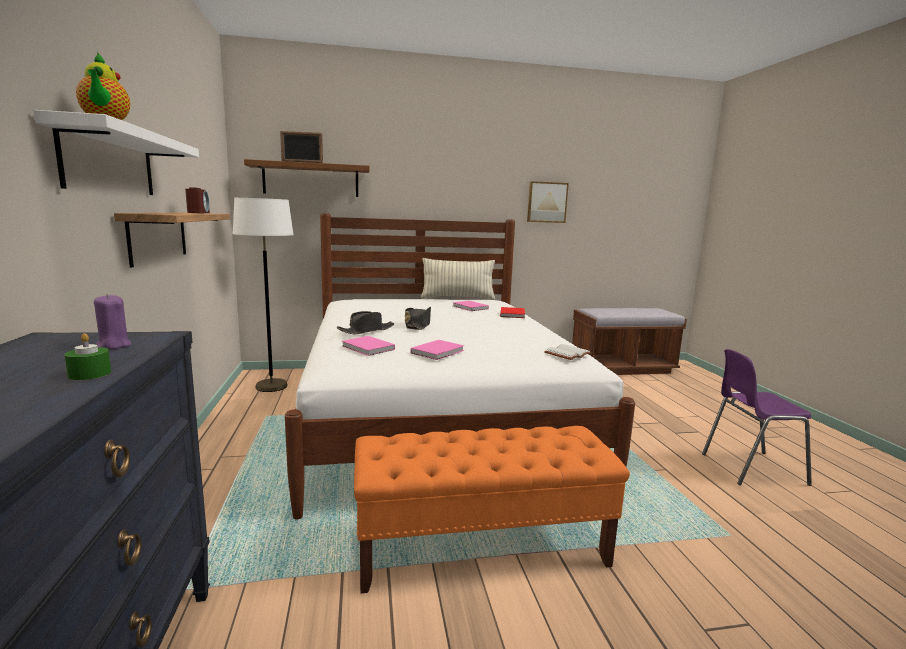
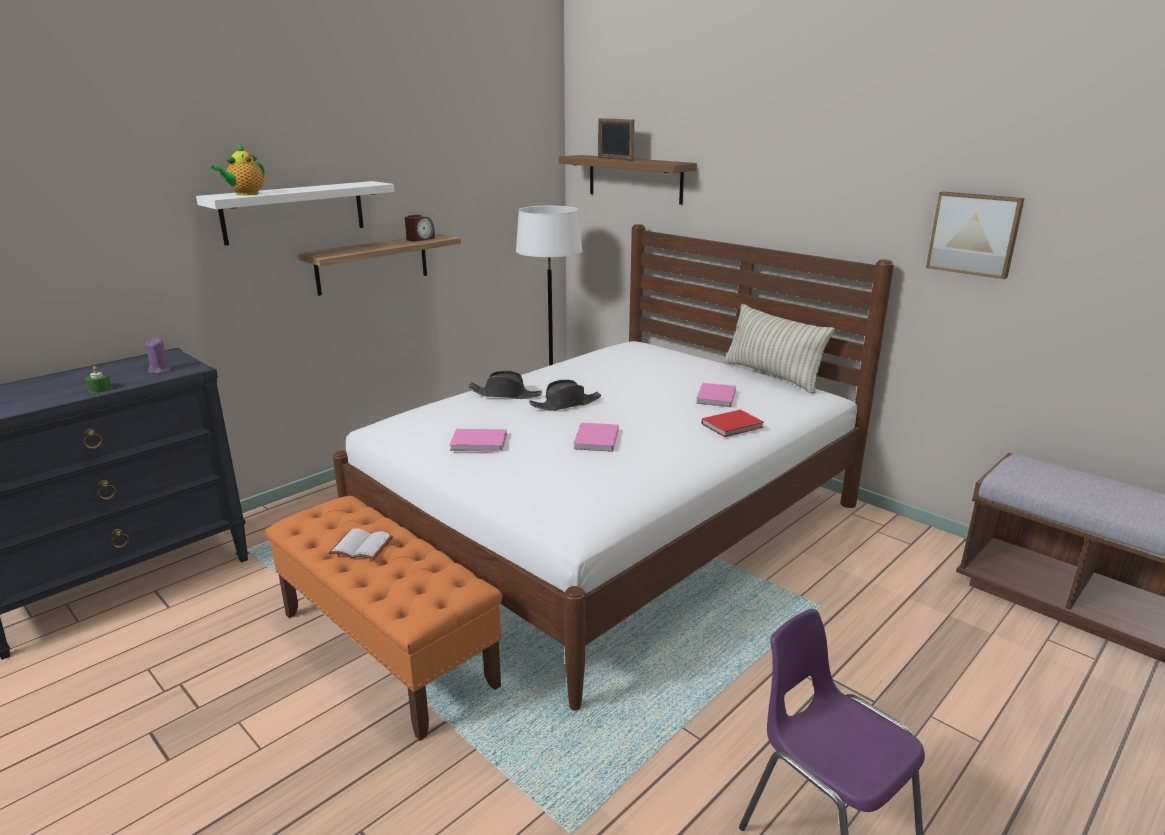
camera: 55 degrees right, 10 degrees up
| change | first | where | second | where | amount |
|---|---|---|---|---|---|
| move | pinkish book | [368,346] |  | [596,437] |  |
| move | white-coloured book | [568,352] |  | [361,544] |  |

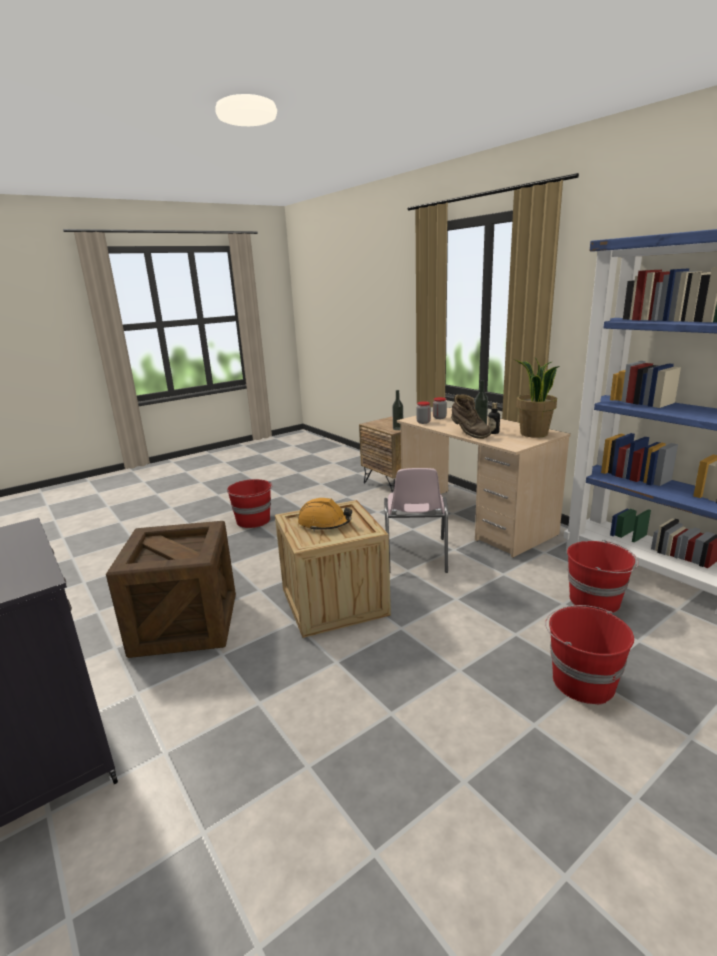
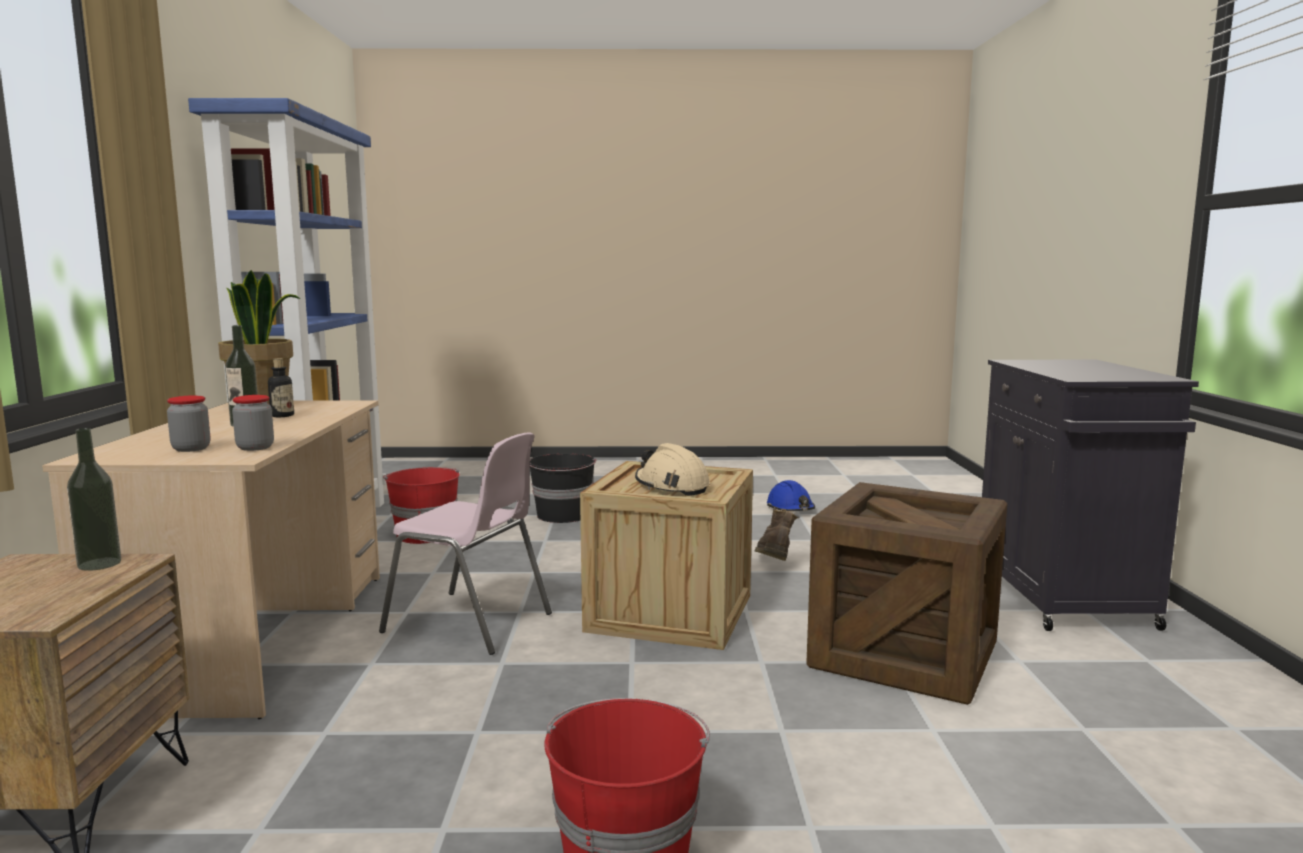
camera: 145 degrees left, 10 degrees down
| change | first | where | second | where | amount |
|---|---|---|---|---|---|
| insert |  |  | blue-coloured safety helmet | [791,495] |  |
| move | brown boot | [471,416] |  | [776,534] |  |
| recolor | orange-coloured safety helmet | [325,514] | beige safety helmet | [672,469] |  |
| recolor | red water bucket | [589,654] | black water bucket | [563,488] |  |
| rotate | pinkish upright chair | [416,520] |  | [465,544] | 75 degrees clockwise |

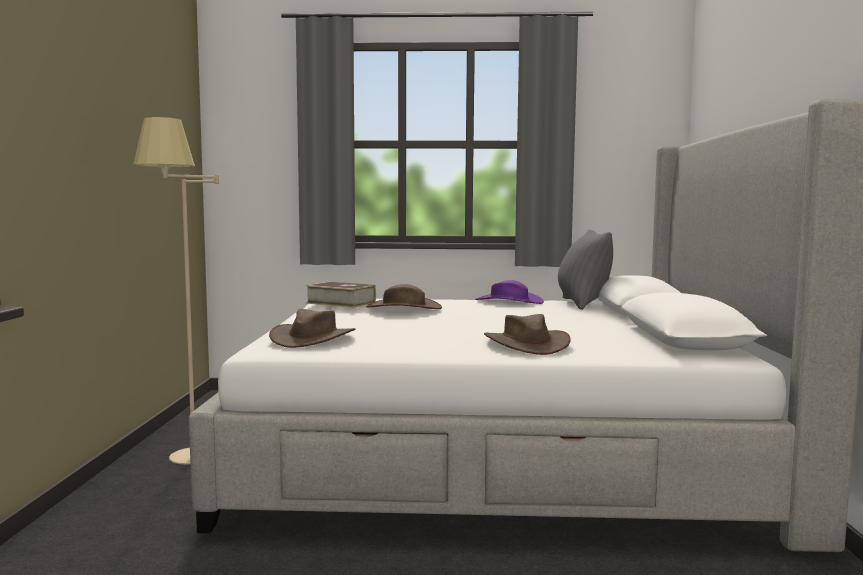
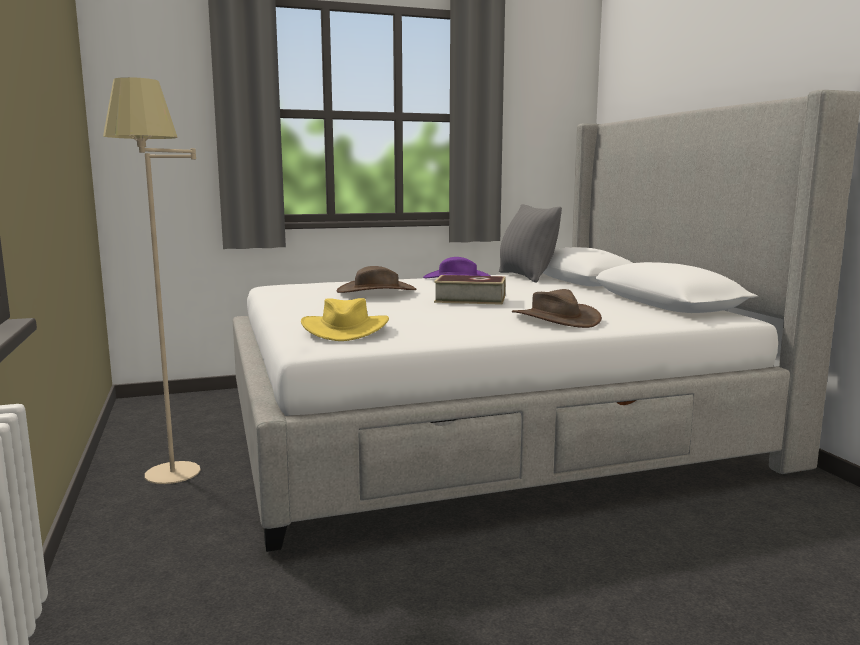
camera: 20 degrees left, 5 degrees up
| change | first | where | second | where | amount |
|---|---|---|---|---|---|
| move | book | [340,295] |  | [470,290] |  |
| recolor | brown wearable hat | [312,328] | yellowish wearable hat | [345,319] |  |

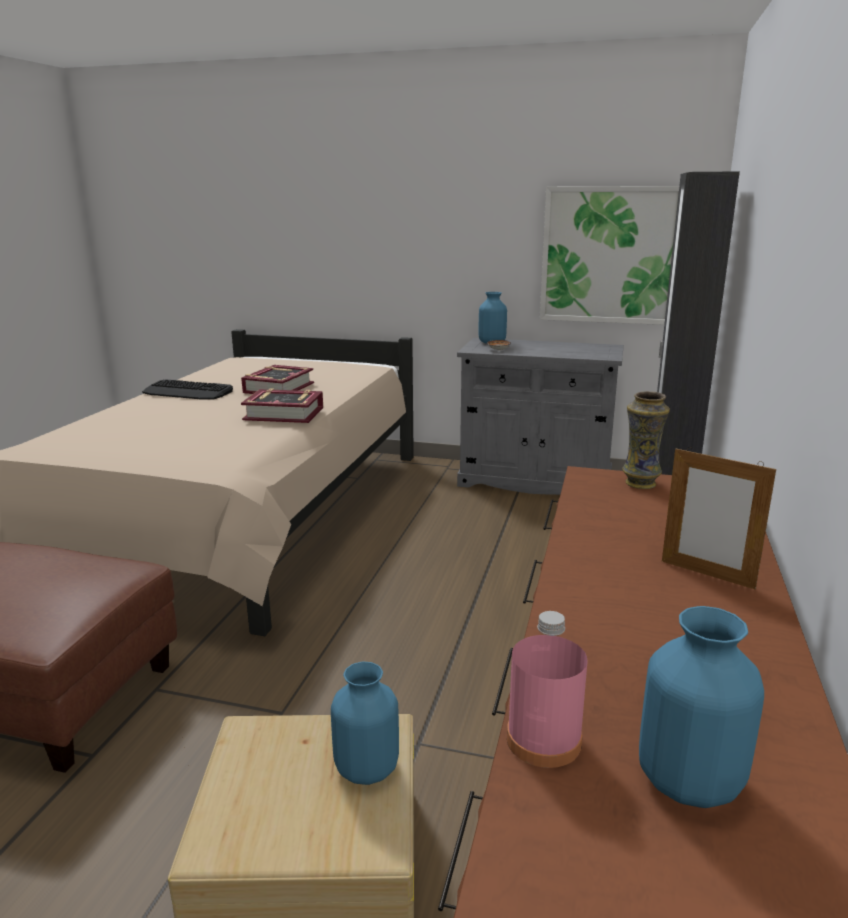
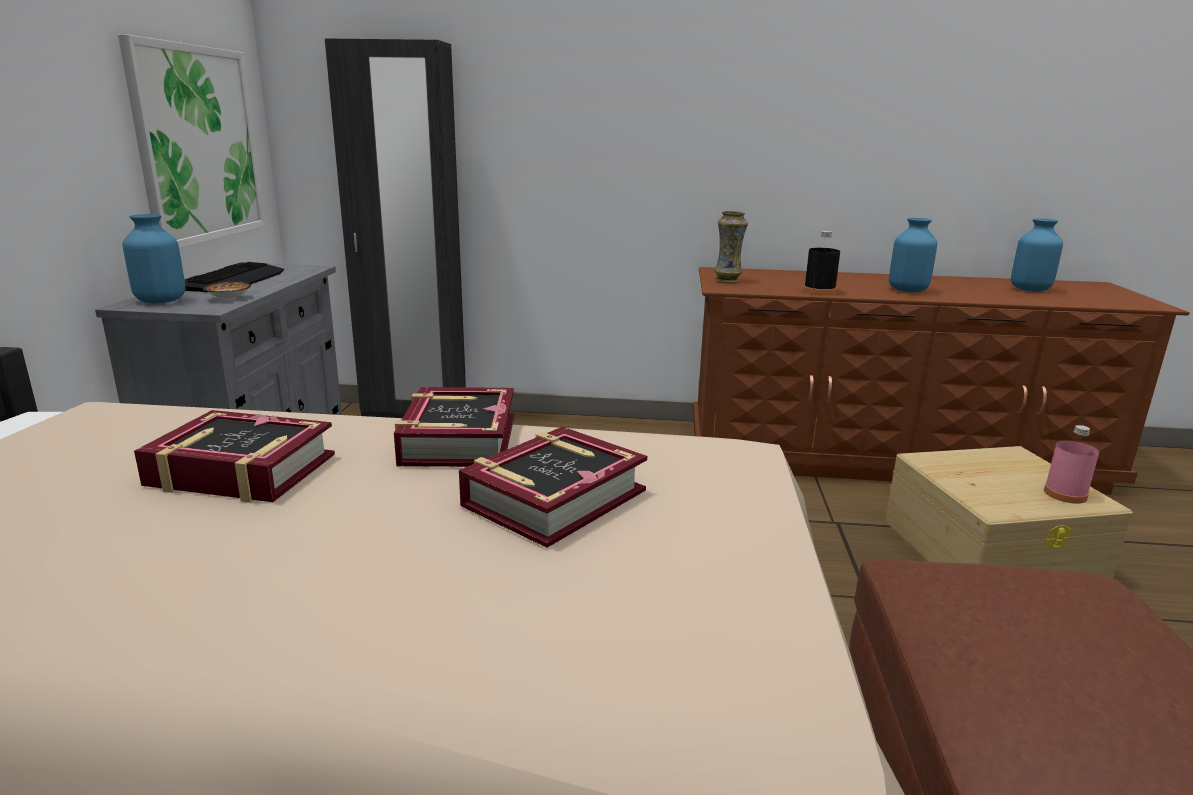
camera: 100 degrees left, 0 degrees up
| change | first | where | second | where | amount |
|---|---|---|---|---|---|
| delete | photo frame | [719,518] |  |  |  |
| insert |  |  | book | [553,487] |  |
| insert |  |  | black drink bottle | [822,263] |  |
| move | computer keyboard | [187,390] |  | [234,277] |  |
| move | blue-coloured flower vase | [365,723] |  | [913,255] |  |
| move | pinkish drink bottle | [547,689] |  | [1071,464] |  |

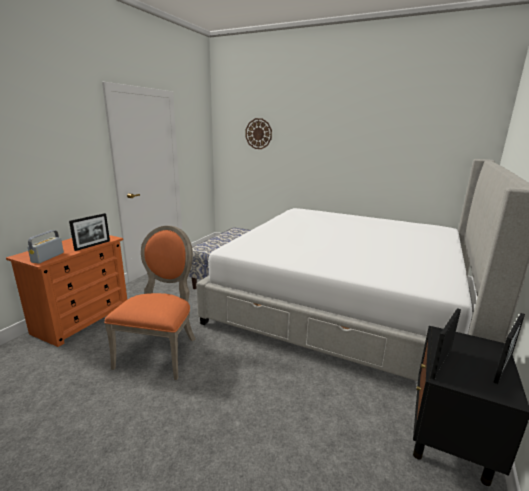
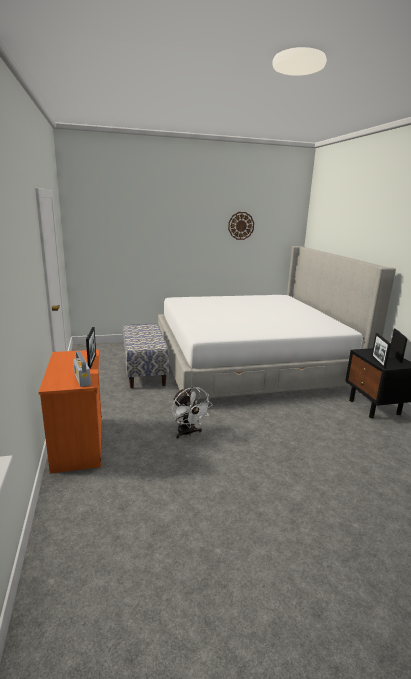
camera: 40 degrees left, 0 degrees up
| change | first | where | second | where | amount |
|---|---|---|---|---|---|
| move | clock on the wall | [259,133] |  | [241,226] |  |
| replace | orange-coloured upright chair | [150,303] | white-coloured electric fan | [192,413] |  |

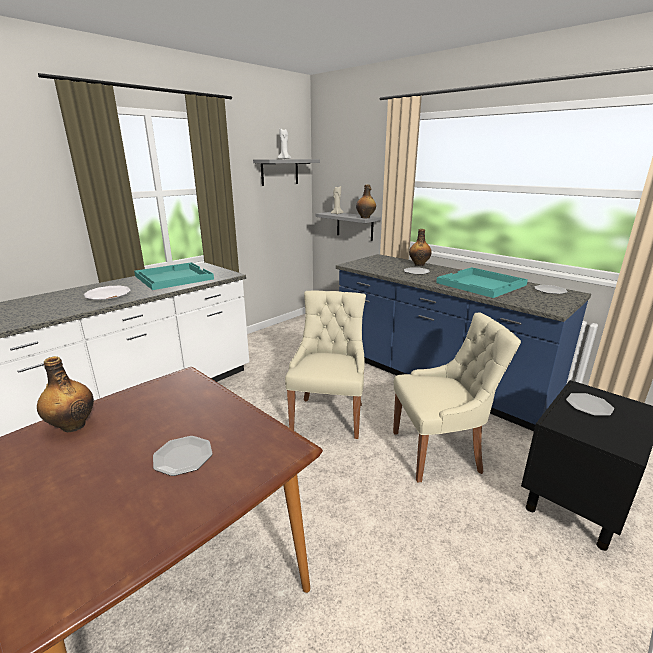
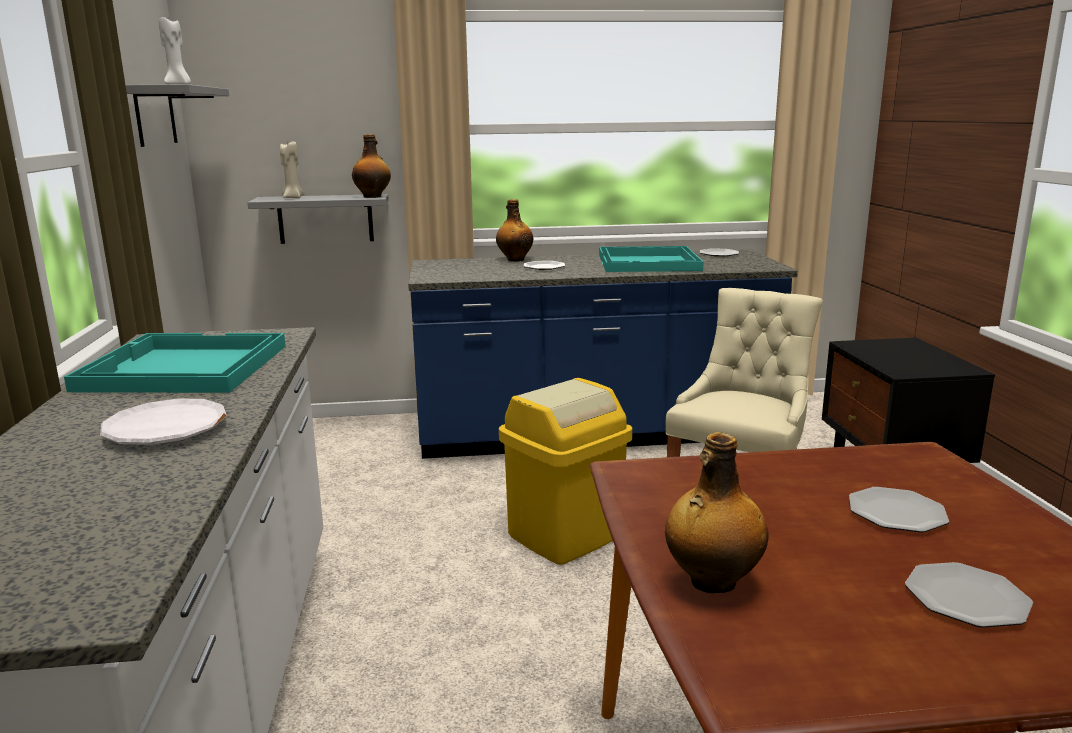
camera: 50 degrees left, 5 degrees down
| change | first | where | second | where | amount |
|---|---|---|---|---|---|
| move | plate | [590,404] |  | [969,595] |  |
| replace | beige upright chair | [325,365] | yellowish rubbish bin | [565,471] |  |

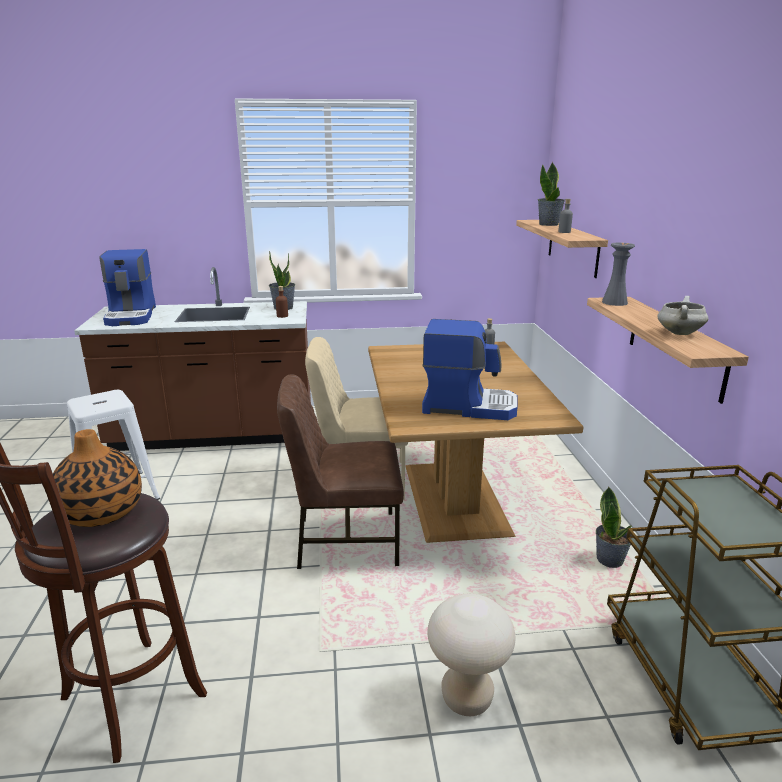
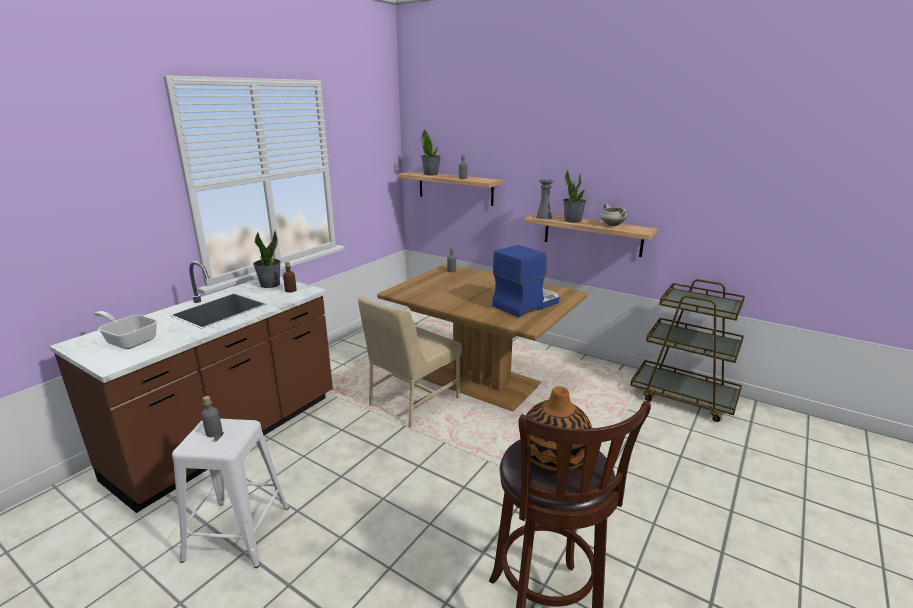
camera: 50 degrees left, 0 degrees up
| change | first | where | second | where | amount |
|---|---|---|---|---|---|
| delete | brown upright chair | [340,471] |  |  |  |
| delete | beige sitting stool | [471,655] |  |  |  |
| insert |  |  | gray drink bottle | [212,416] |  |
| move | potted plant | [614,527] |  | [574,196] |  |
| replace | coffee brewer | [127,287] | skillet | [125,330] |  |

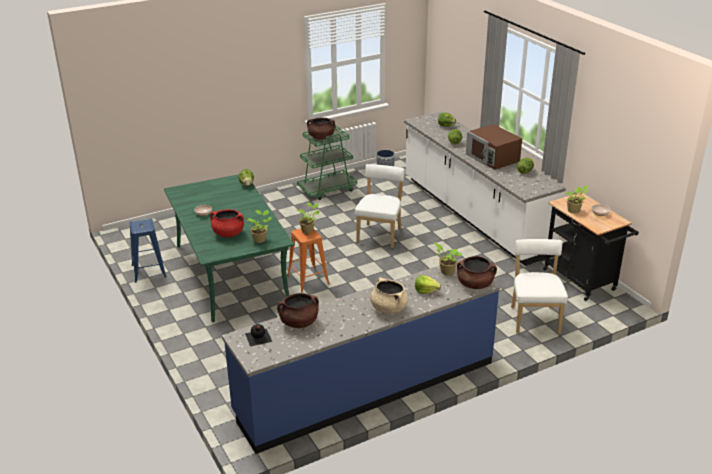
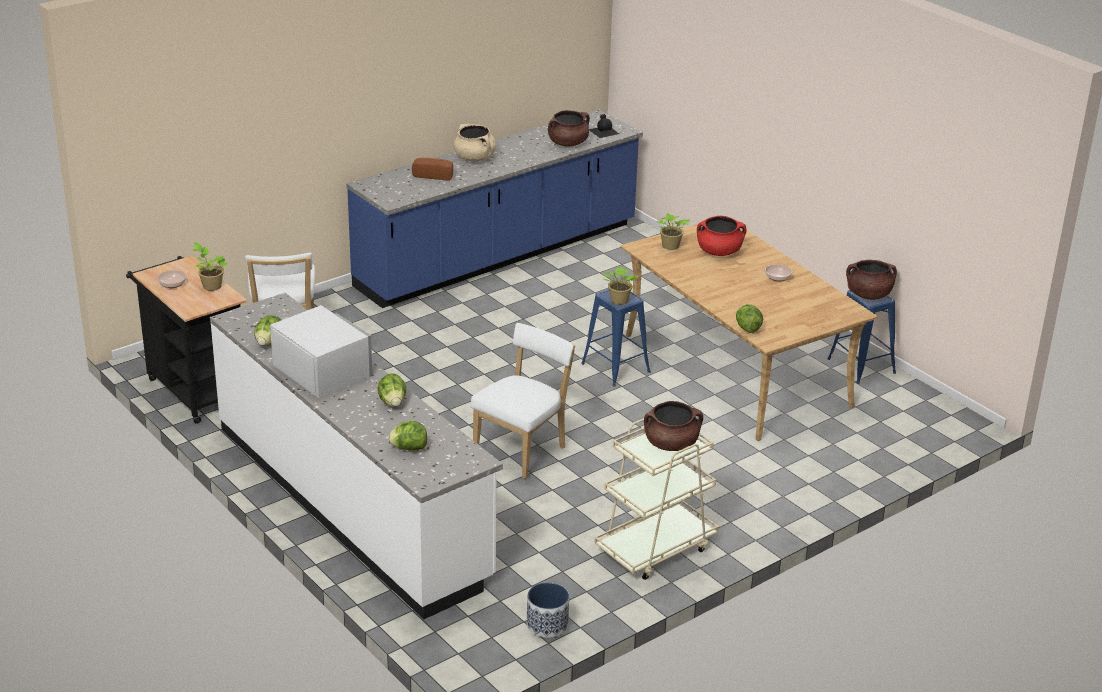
camera: 170 degrees right, 0 degrees up
| change | first | where | second | where | amount |
|---|---|---|---|---|---|
| delete | potted plant | [448,258] |  |  |  |
| move | brown cooking pot | [477,272] |  | [871,280] |  |
| replace | lettuce | [428,284] | bread | [432,169] |  |
| recolor | green-coloured kitchen table | [229,248] | beige kitchen table | [749,332] |  |
| recolor | orange-coloured sitting stool | [308,260] | blue-coloured sitting stool | [616,338] |  |
| recolor | green-coloured trolley | [327,162] | beige trolley | [656,499] |  |
| recolor | brown kitchen microwave | [494,147] | white-coloured kitchen microwave | [321,351] |  |
| rotate | white-coloured upright chair | [380,206] |  | [523,401] | 150 degrees counterclockwise |

